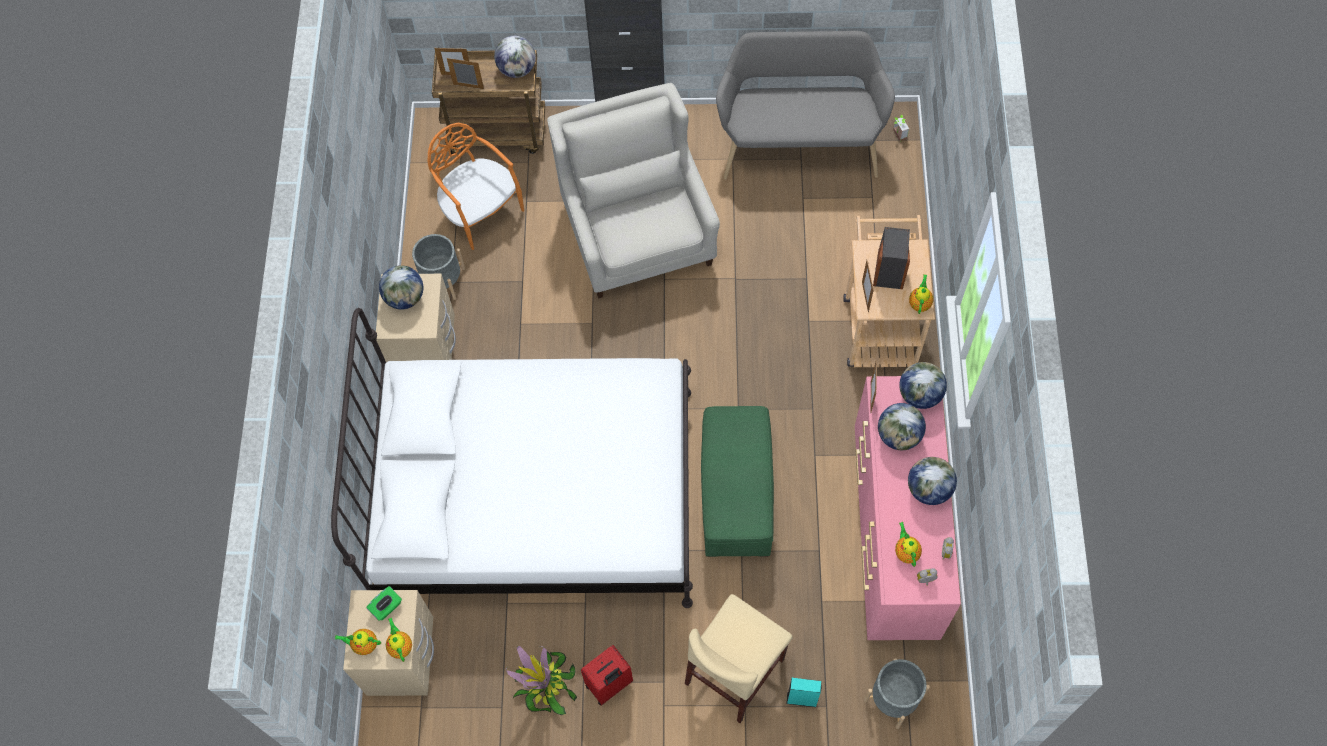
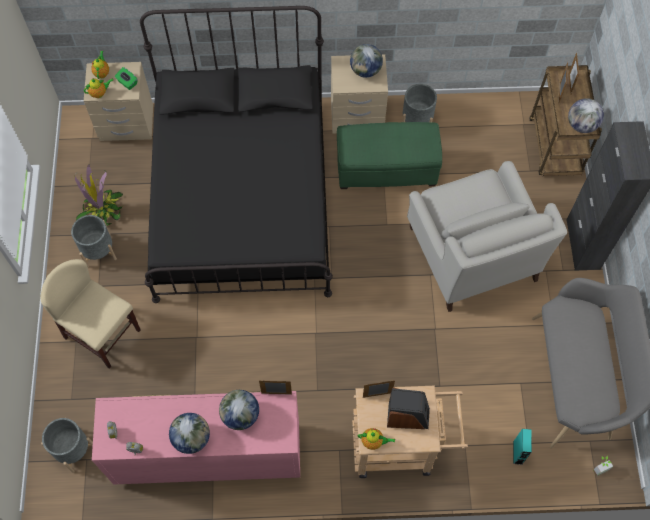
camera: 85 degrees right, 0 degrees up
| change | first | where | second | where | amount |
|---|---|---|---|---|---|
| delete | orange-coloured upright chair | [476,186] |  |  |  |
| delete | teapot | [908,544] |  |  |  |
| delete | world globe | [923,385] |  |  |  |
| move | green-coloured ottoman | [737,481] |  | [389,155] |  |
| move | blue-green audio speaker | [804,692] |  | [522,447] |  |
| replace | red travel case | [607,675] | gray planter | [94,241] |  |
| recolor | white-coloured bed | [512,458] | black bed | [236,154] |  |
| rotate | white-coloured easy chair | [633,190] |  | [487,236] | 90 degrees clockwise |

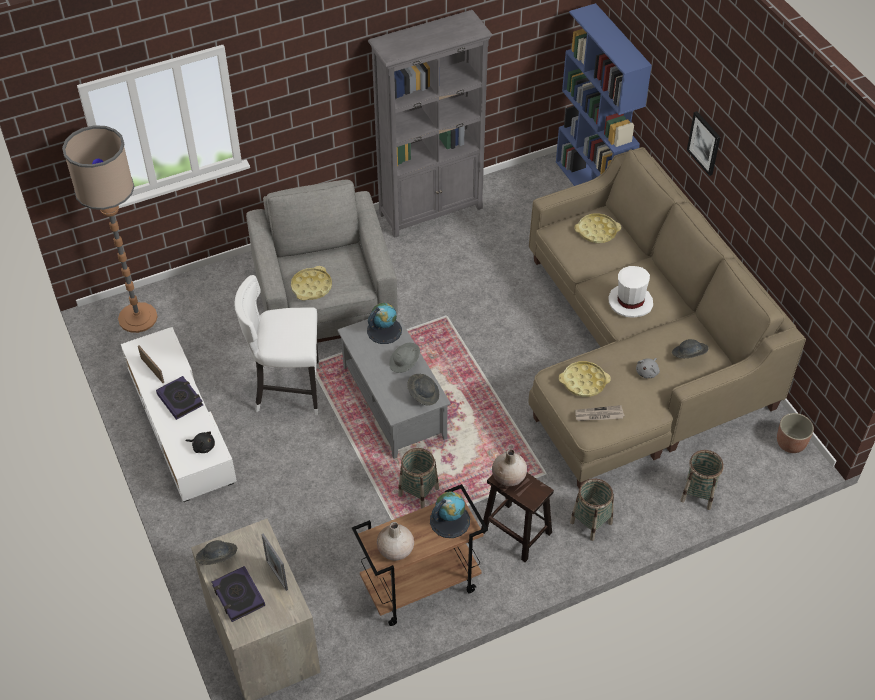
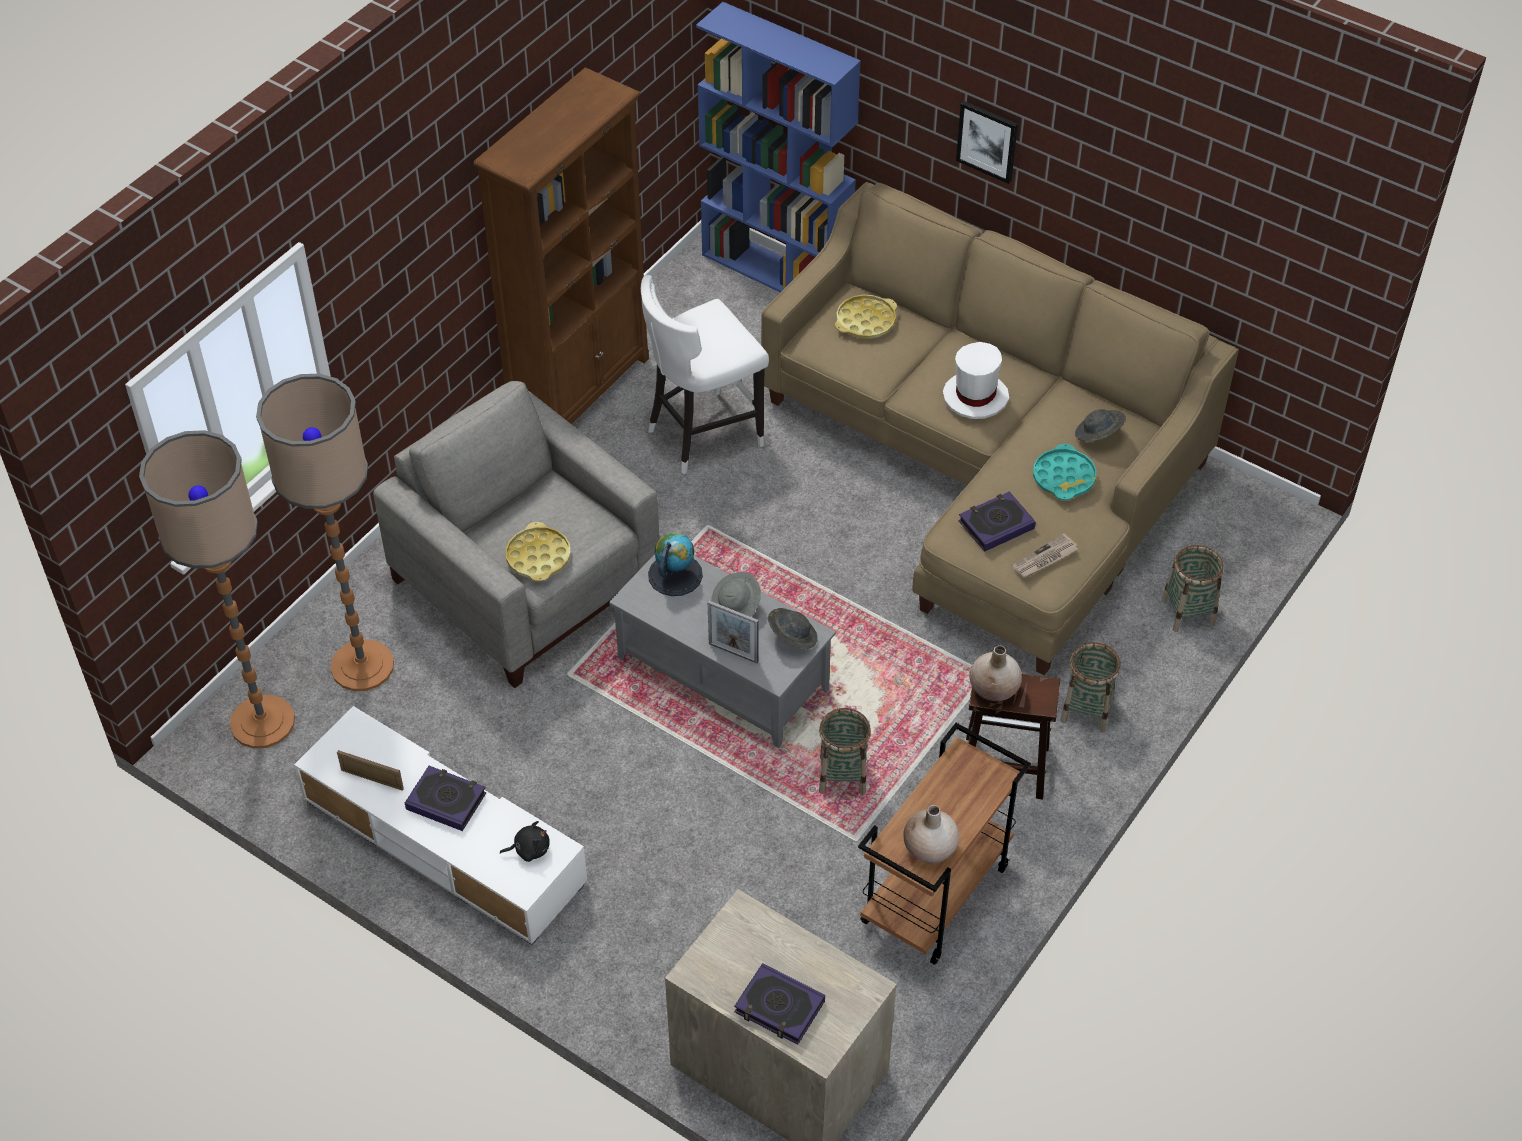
camera: 30 degrees left, 0 degrees up
| change | first | where | second | where | amount |
|---|---|---|---|---|---|
| delete | gray wearable hat | [216,552] |  |  |  |
| delete | world globe | [450,514] |  |  |  |
| delete | planter | [795,433] |  |  |  |
| insert |  |  | standing lamp | [325,532] |  |
| move | white-coloured sitting stool | [276,345] |  | [705,374] |  |
| move | photo frame | [274,562] |  | [733,632] |  |
| replace | yellowish serving tray | [585,379] | book | [997,521] |  |
| replace | gray cuddly toy | [648,368] | blue-green serving tray | [1064,472] |  |
| recolor | gray shelving unit | [430,124] | brown shelving unit | [561,245] |  |

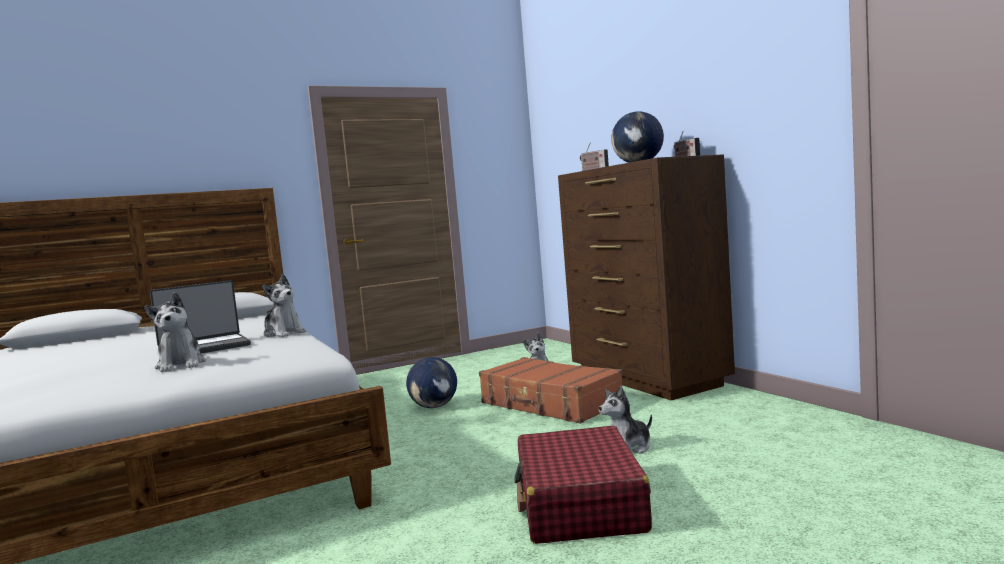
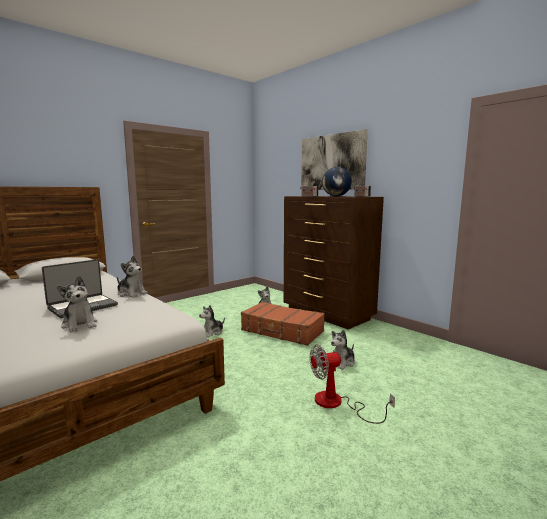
camera: 15 degrees left, 5 degrees up
| change | first | where | second | where | amount |
|---|---|---|---|---|---|
| insert |  |  | wall picture | [334,159] |  |
| replace | world globe | [431,382] | cuddly toy | [212,321] |  |
| replace | red travel case | [583,485] | electric fan | [352,384] |  |

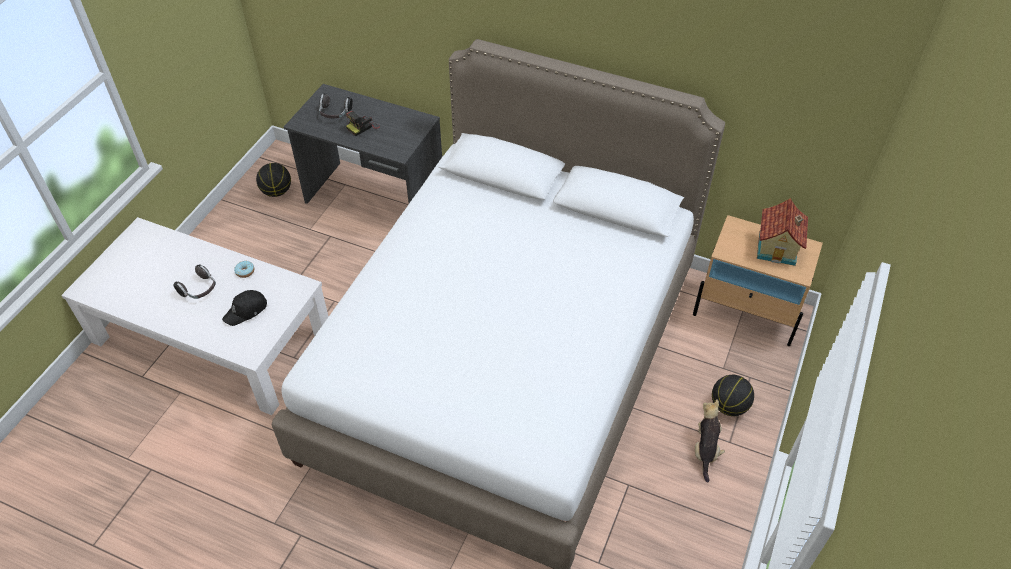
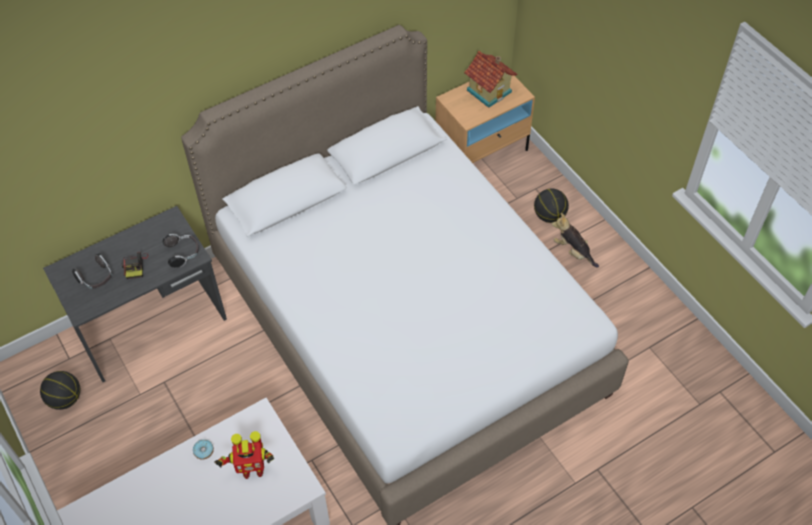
camera: 55 degrees left, 5 degrees up
| change | first | where | second | where | amount |
|---|---|---|---|---|---|
| move | headset | [195,282] |  | [180,251] |  |
| replace | black cap | [244,308] | robot figure | [244,455] |  |

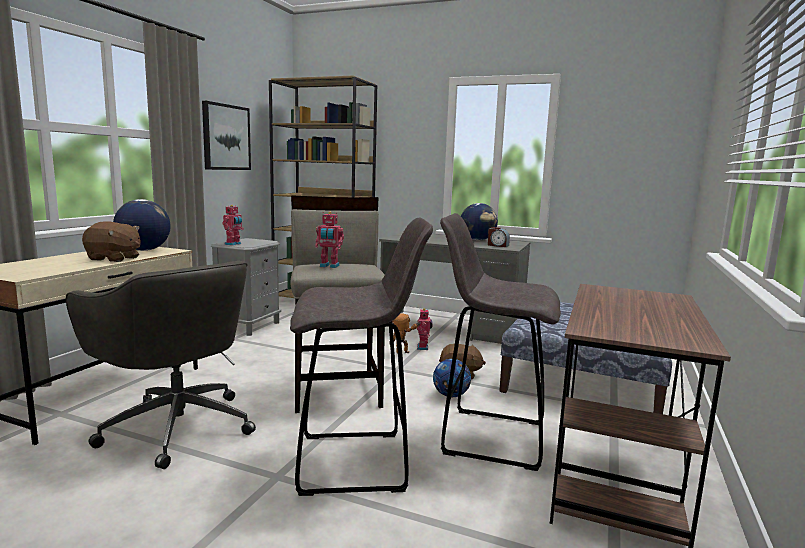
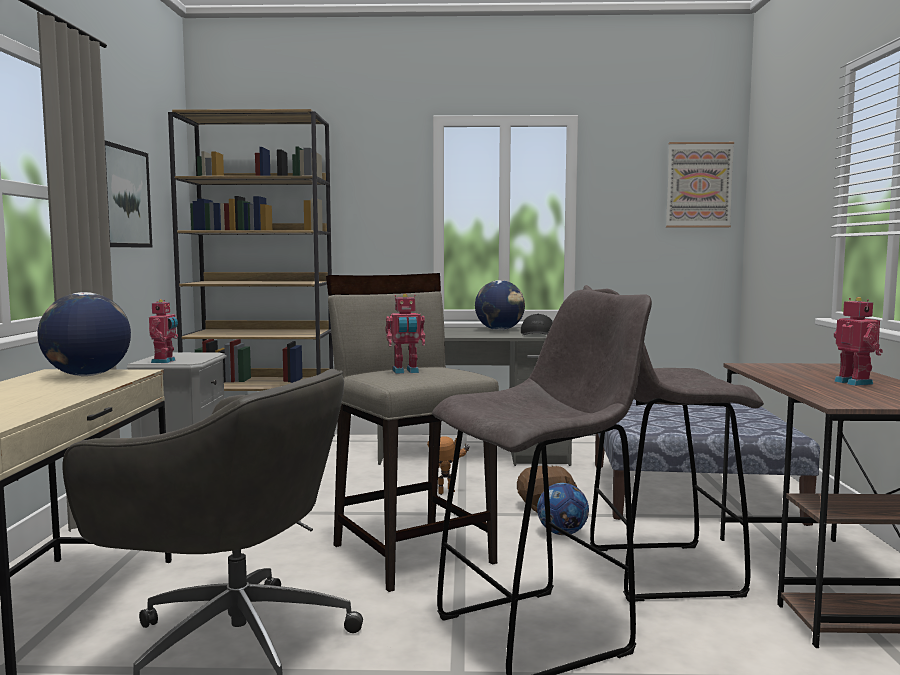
camera: 20 degrees left, 5 degrees down
| change | first | where | second | where | amount |
|---|---|---|---|---|---|
| delete | brown cuddly toy | [111,241] |  |  |  |
| insert |  |  | wall picture | [700,184] |  |
| move | robot figure | [425,329] |  | [858,341] |  |
| replace | bedside clock | [499,237] | black cap | [537,324] |  |

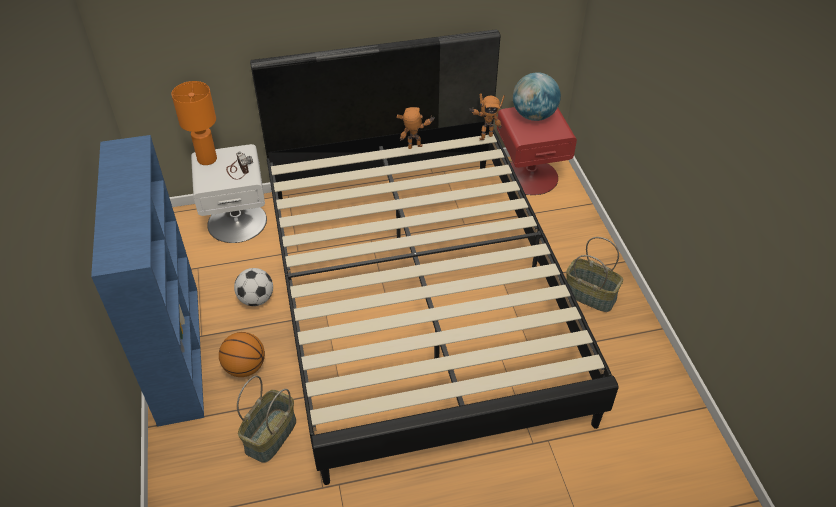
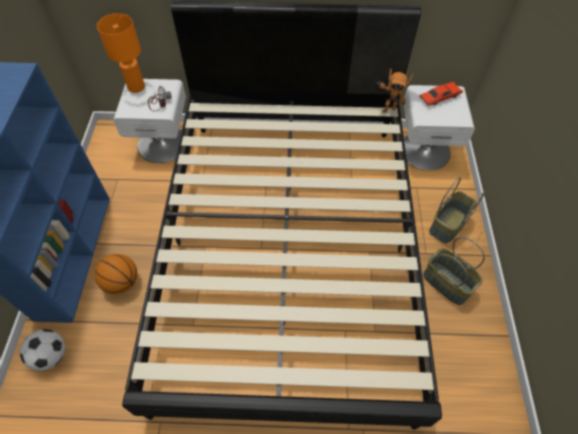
camera: 15 degrees right, 10 degrees up
| change | first | where | second | where | amount |
|---|---|---|---|---|---|
| delete | robot figure | [416,128] |  |  |  |
| move | football | [253,287] |  | [42,350] |  |
| move | storage basket | [266,419] |  | [457,210] |  |
| replace | world globe | [537,96] | red miniature car | [441,94] |  |
| recolor | red bedside table | [537,151] | white-coloured bedside table | [439,127] |  |

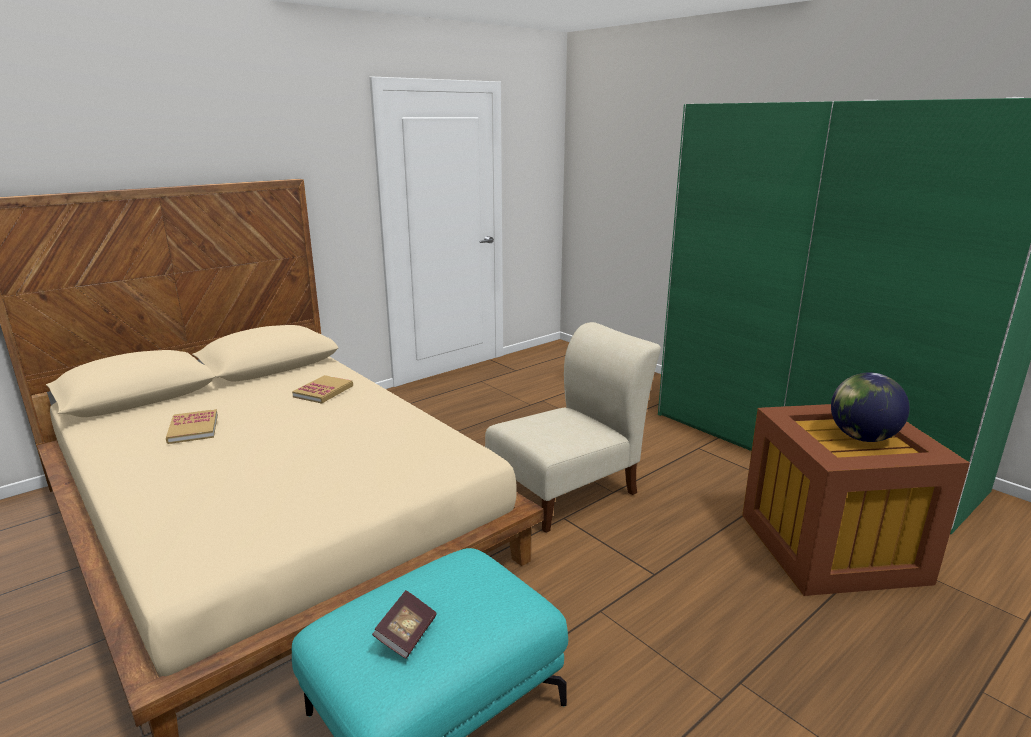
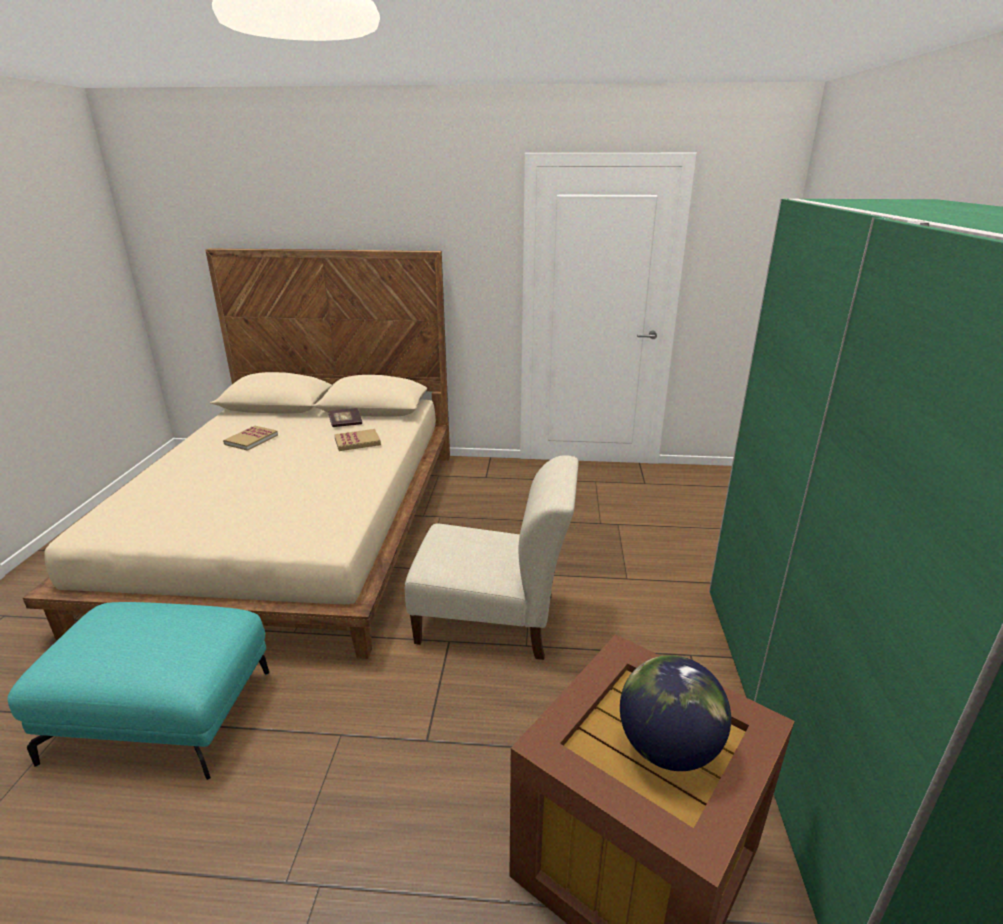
camera: 45 degrees right, 5 degrees up
| change | first | where | second | where | amount |
|---|---|---|---|---|---|
| move | book | [404,624] |  | [345,417] |  |

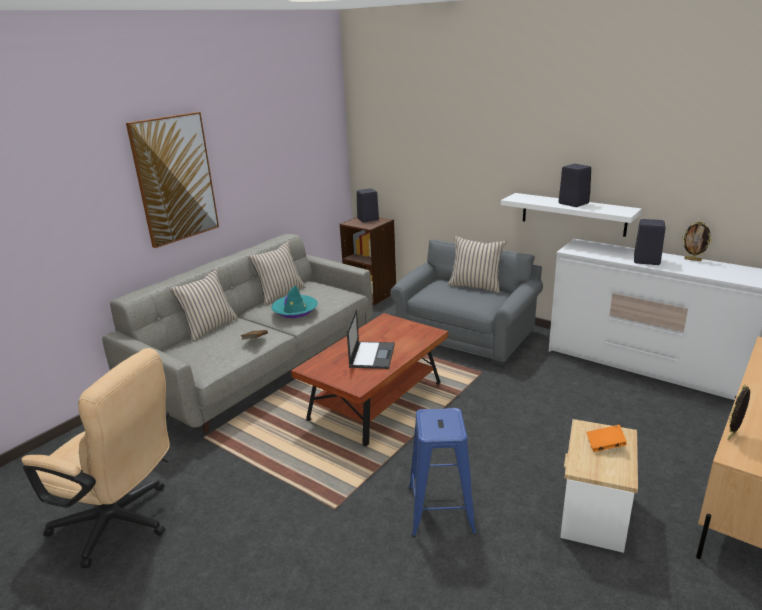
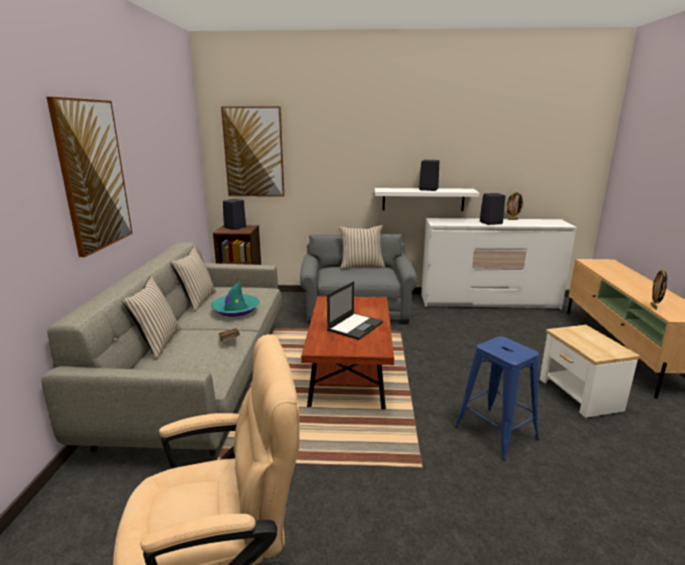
camera: 35 degrees left, 5 degrees down
| change | first | where | second | where | amount |
|---|---|---|---|---|---|
| delete | orange-coloured book | [607,438] |  |  |  |
| insert |  |  | wall picture | [252,151] |  |
| rotate | portable computer | [371,339] |  | [355,310] | 60 degrees clockwise |

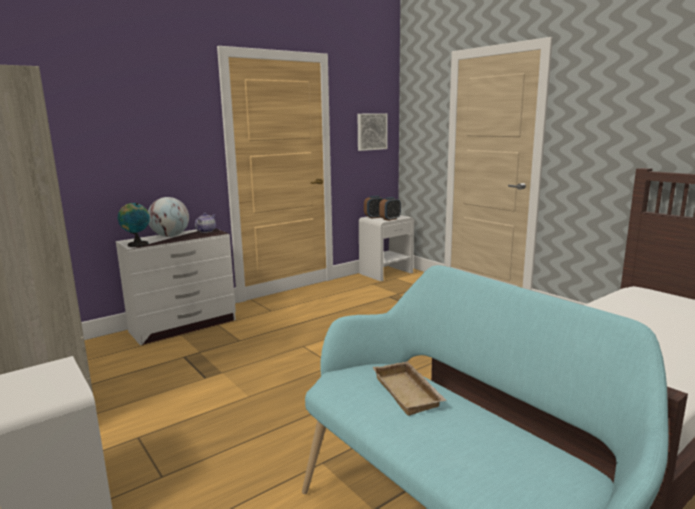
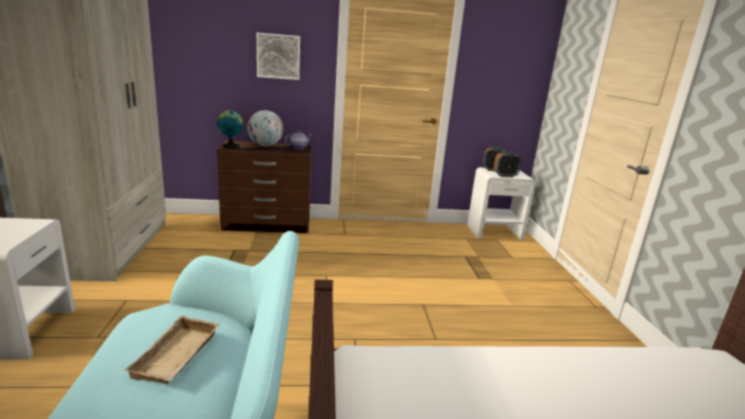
camera: 30 degrees right, 5 degrees up
| change | first | where | second | where | amount |
|---|---|---|---|---|---|
| move | wall picture | [373,132] |  | [278,56] |  |
| recolor | white-coloured chest of drawers | [176,286] | brown chest of drawers | [264,187] |  |

